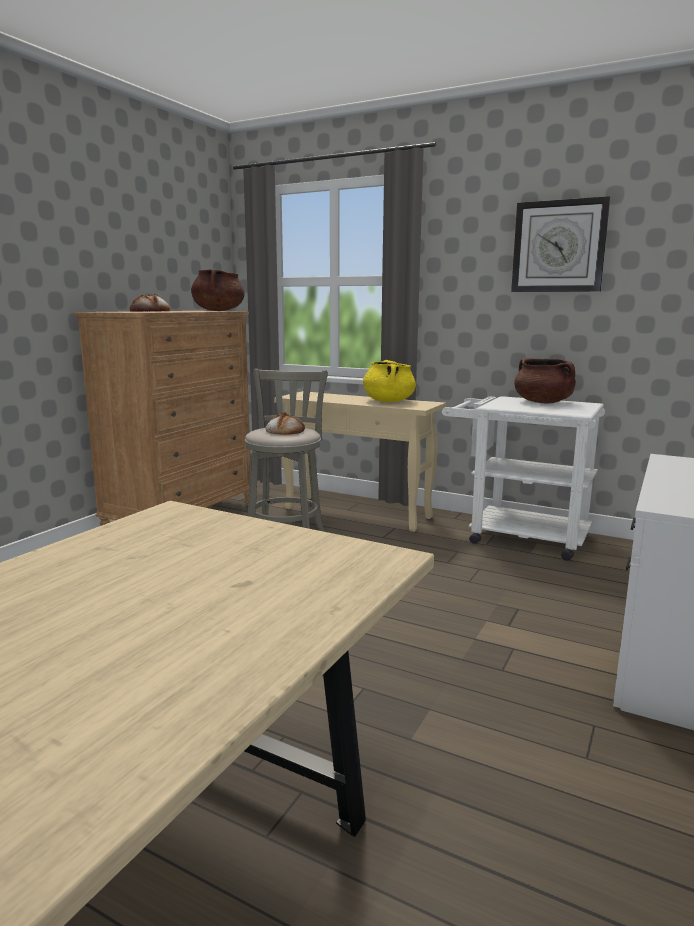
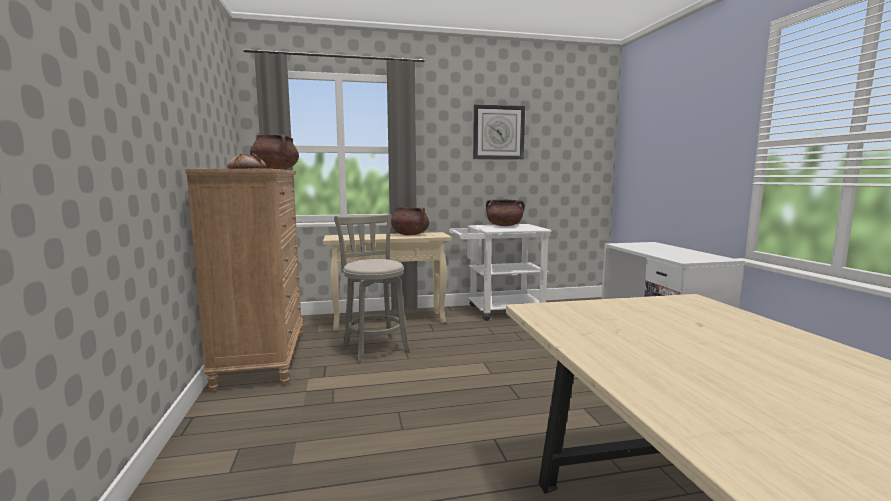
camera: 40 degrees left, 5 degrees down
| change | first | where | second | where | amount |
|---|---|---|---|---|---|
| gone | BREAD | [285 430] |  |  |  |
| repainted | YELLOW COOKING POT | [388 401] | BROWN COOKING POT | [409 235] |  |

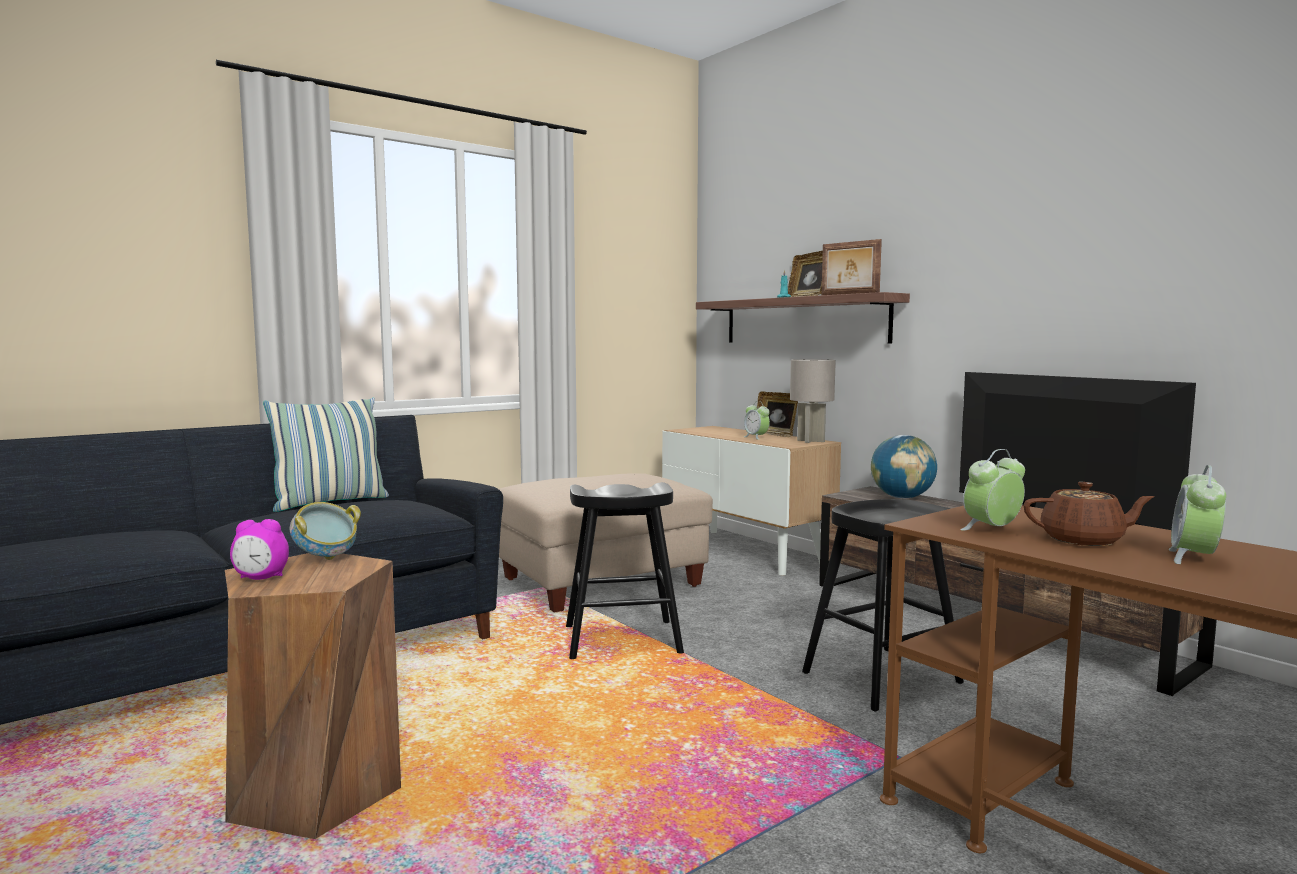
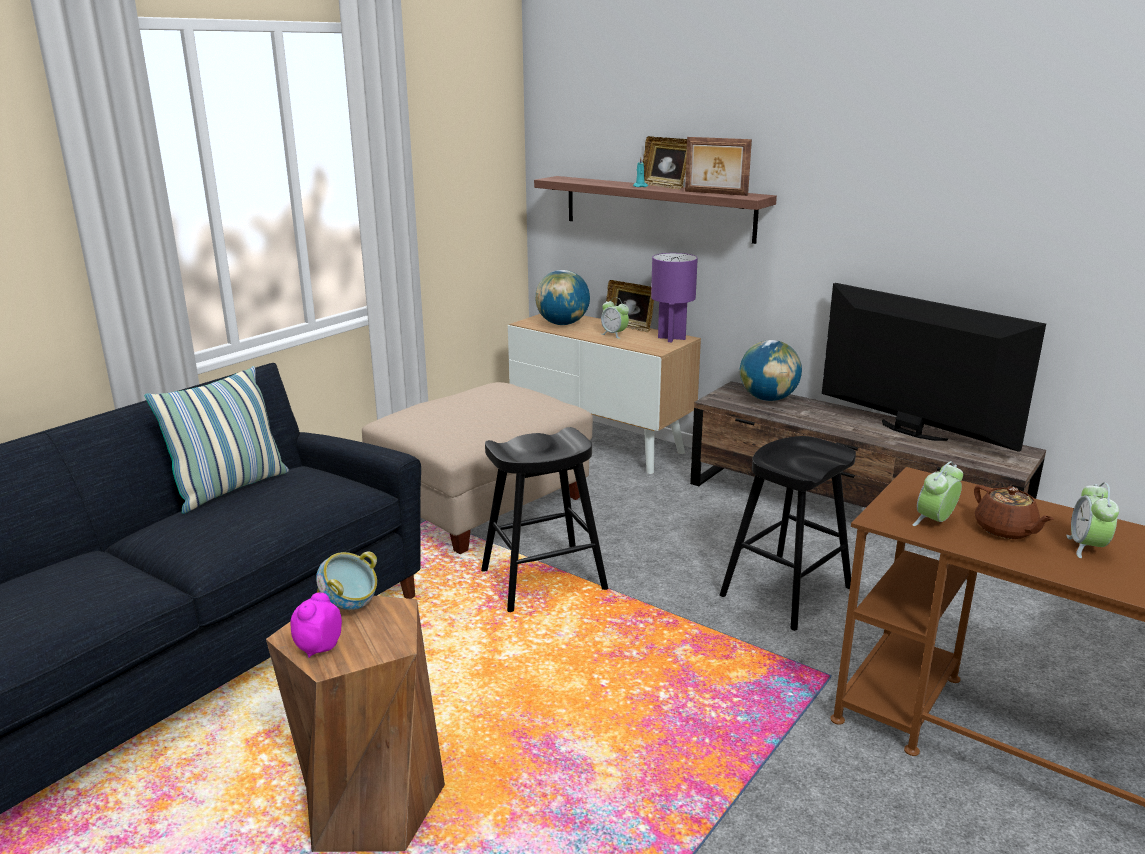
camera: 15 degrees left, 15 degrees up
| change | first | where | second | where | amount |
|---|---|---|---|---|---|
| new |  |  | GLOBE | [562 324] |  |
| repainted | GREY TABLE LAMP | [811 441] | PURPLE TABLE LAMP | [672 338] |  |
| rotated | ALARM CLOCK | [261 578] |  | [318 647] | 135 degrees clockwise |
| rotated | BROWN TEAPOT | [1084 540] |  | [1005 530] | 75 degrees clockwise |

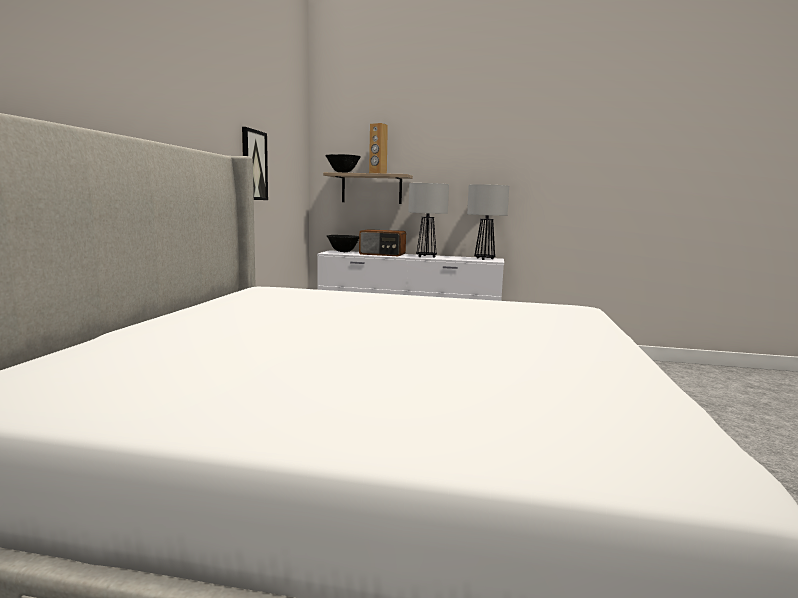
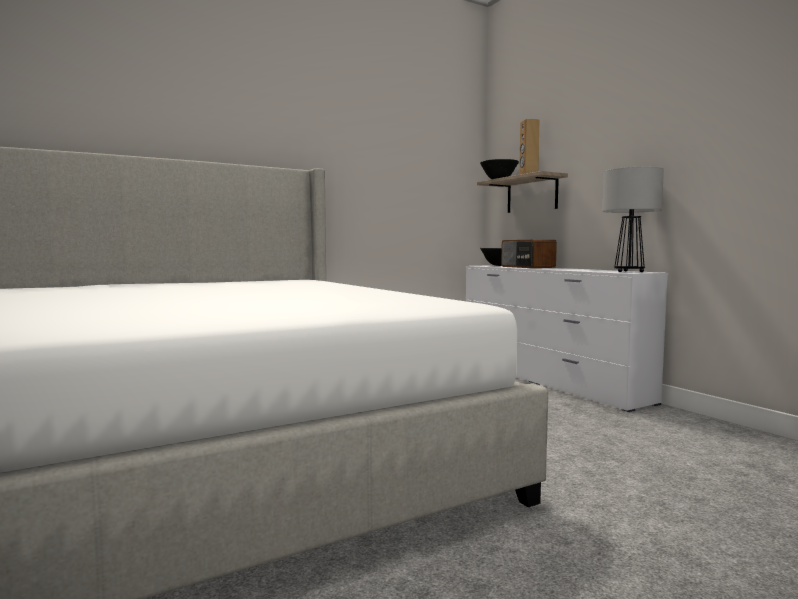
camera: 50 degrees right, 5 degrees down
| change | first | where | second | where | amount |
|---|---|---|---|---|---|
| gone | PICTURE | [253 165] |  |  |  |
| gone | TABLE LAMP | [426 256] |  |  |  |

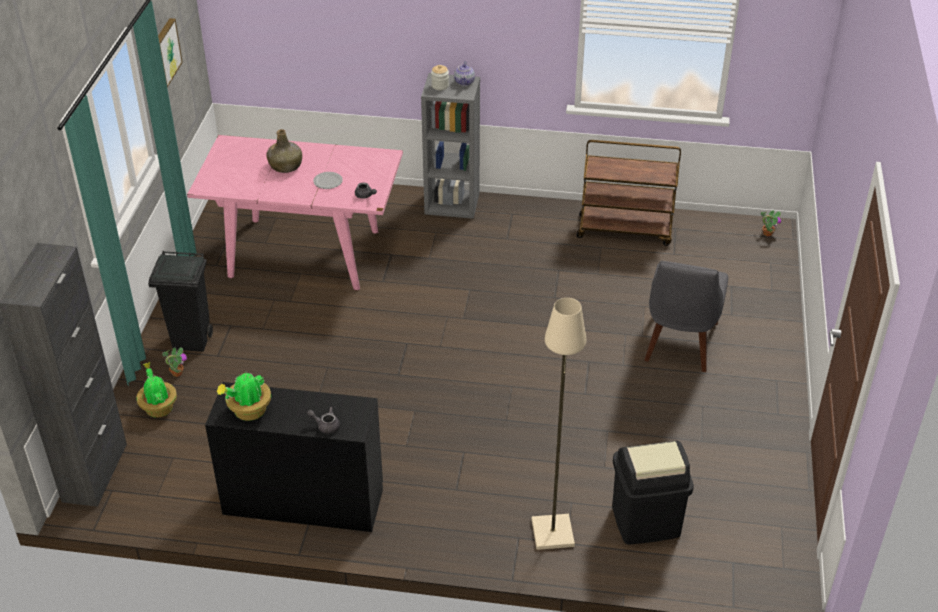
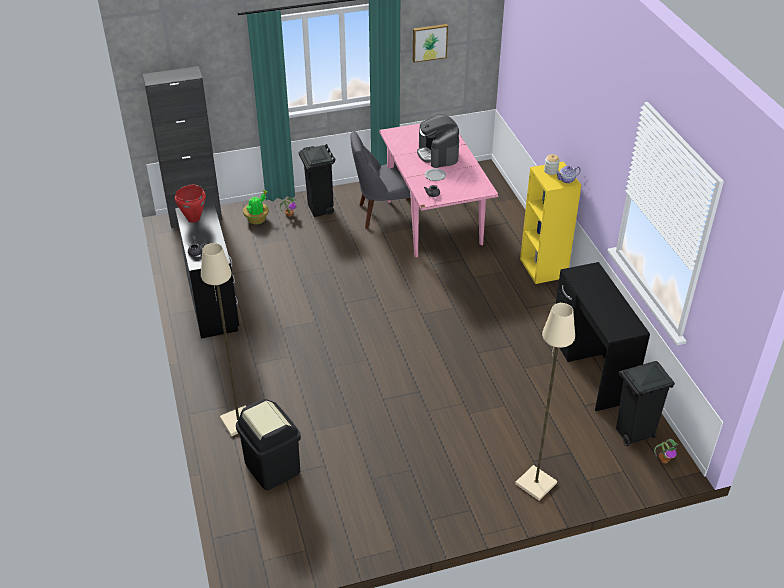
camera: 65 degrees right, 0 degrees up
| change | first | where | second | where | amount |
|---|---|---|---|---|---|
| new |  |  | BEIGE FLOOR LAMP | [535 484] |  |
| new |  |  | BLACK TRASH CAN | [633 434] |  |
| shifted | GREY CHAIR | [679 344] |  | [384 214] |  |
| swapped | POTTED PLANT | [248 411] | RED COOKING POT | [193 219] |  |
| swapped | GREEN BOTTLE | [286 166] | COFFEE MACHINE | [438 154] |  |
| swapped | BROWN CART | [625 230] | BLACK DESK | [591 368] |  |
| repainted | GREY BOOKCASE | [452 203] | YELLOW BOOKCASE | [544 268] |  |

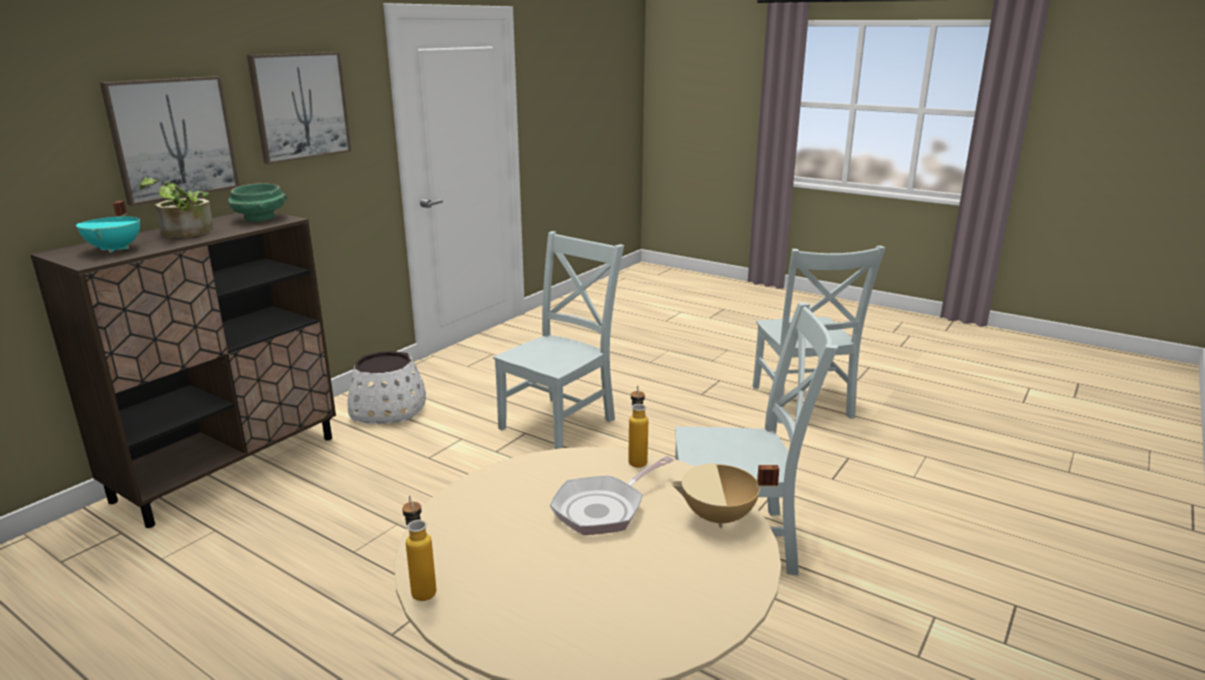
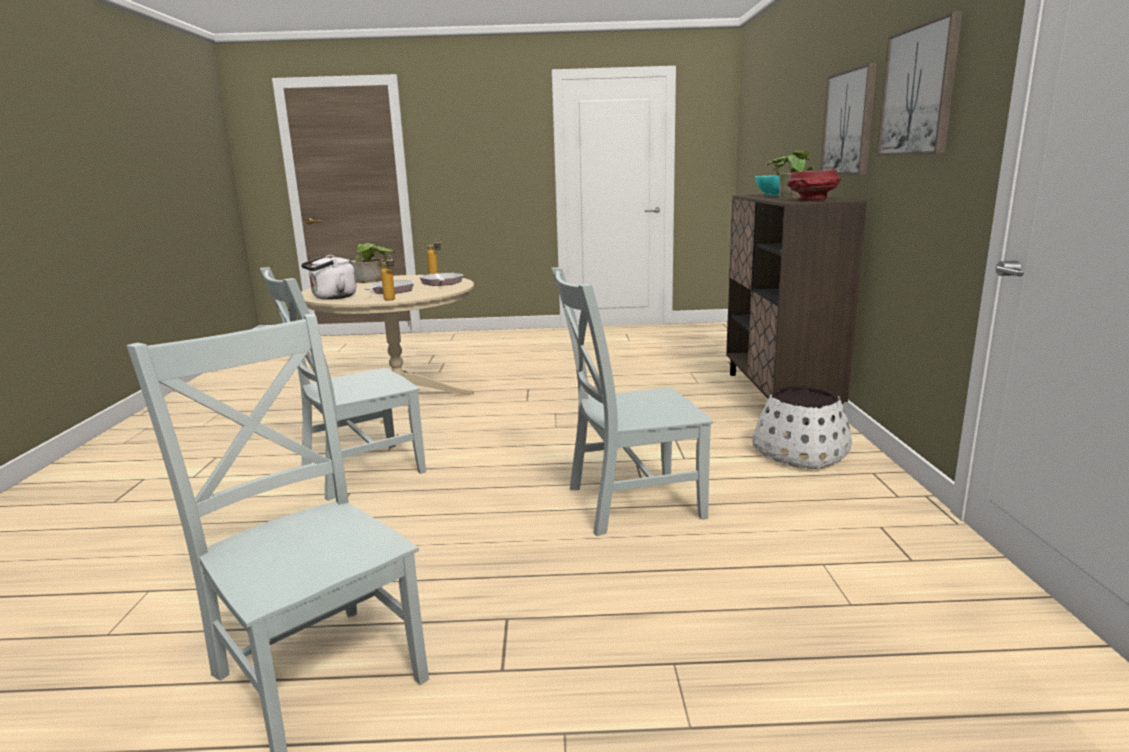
camera: 145 degrees right, 5 degrees down
| change | first | where | second | where | amount |
|---|---|---|---|---|---|
| new |  |  | POTTED PLANT | [373 280] |  |
| new |  |  | FRYING PAN | [442 283] |  |
| swapped | BEIGE COOKING POT | [719 518] | WHITE KETTLE | [332 297] |  |
| repainted | GREEN BOWL | [261 218] | RED BOWL | [812 200] |  |
| rotated | GREY CHAIR | [560 422] |  | [628 503] | 75 degrees clockwise |

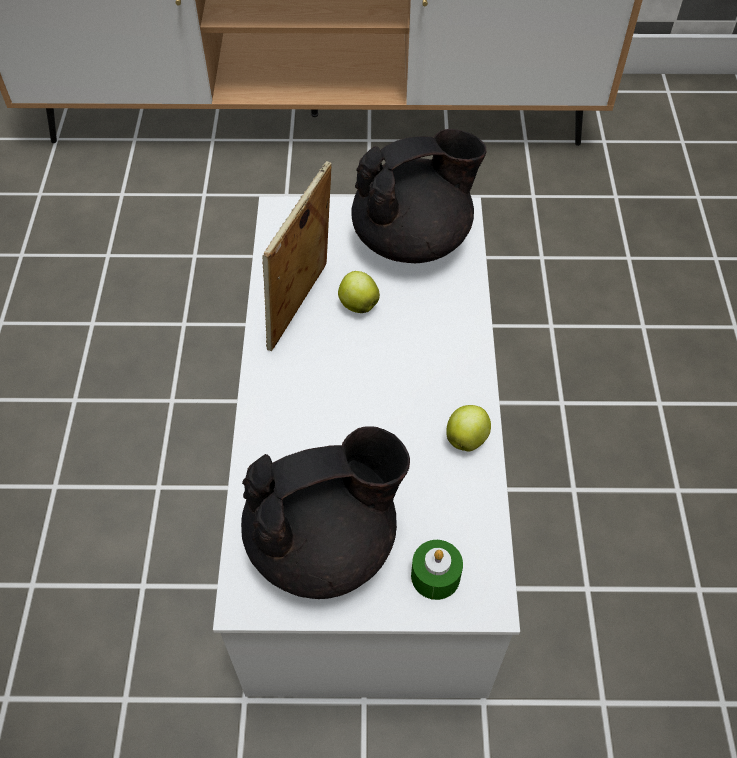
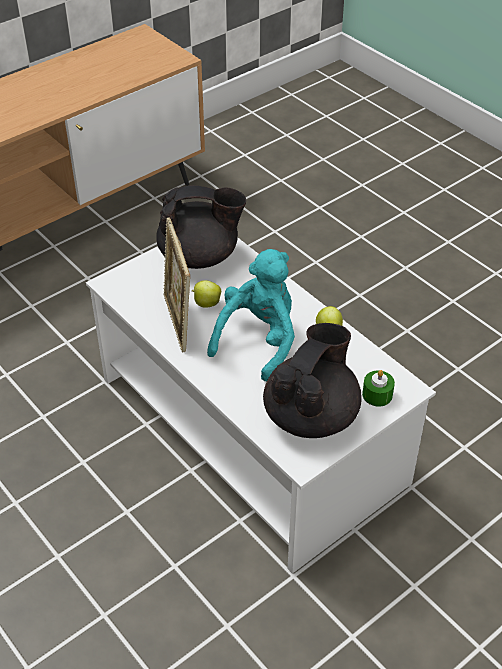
camera: 40 degrees left, 10 degrees down
| change | first | where | second | where | amount |
|---|---|---|---|---|---|
| new |  |  | TURQUOISE PLUSH TOY | [258 340] |  |
| rotated | BLACK TEAPOT | [413 239] |  | [200 256] | 60 degrees clockwise |

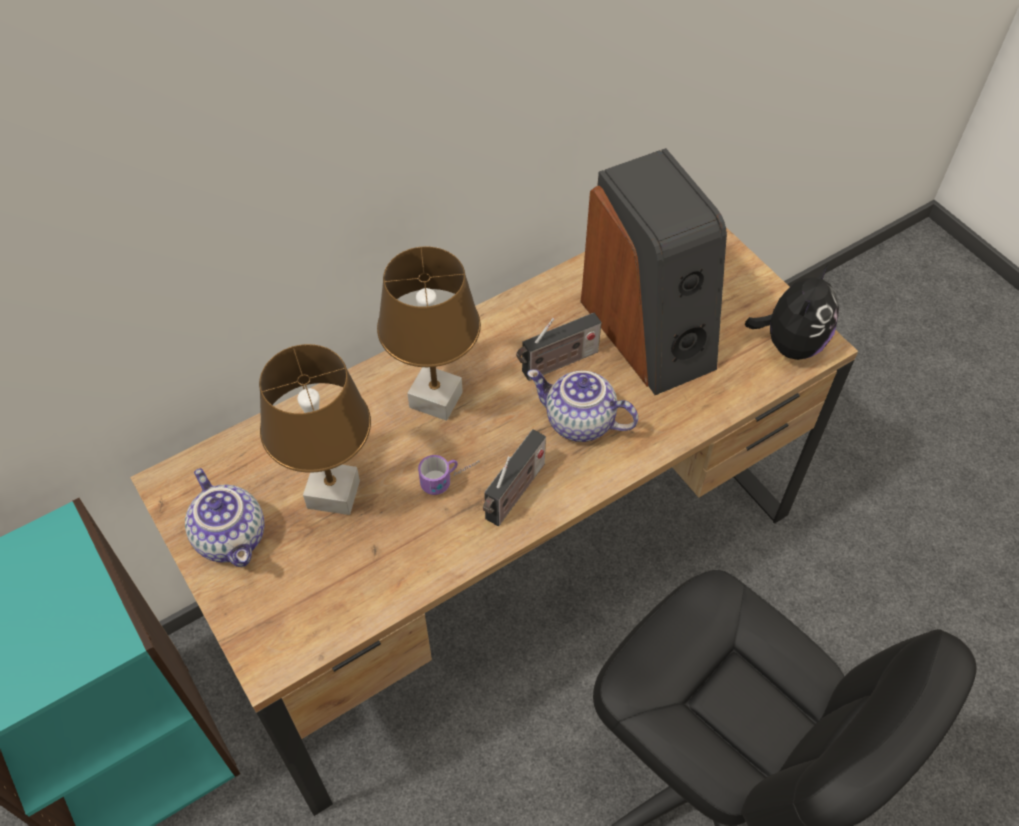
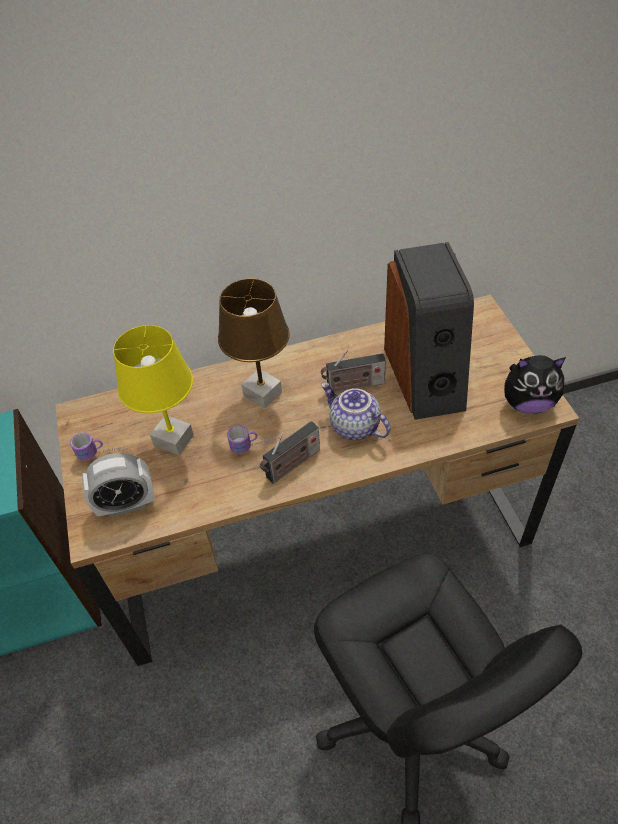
camera: 20 degrees right, 5 degrees down
| change | first | where | second | where | amount |
|---|---|---|---|---|---|
| new |  |  | ALARM CLOCK | [127 504] |  |
| swapped | TEAPOT | [233 537] | MUG | [101 454] |  |
| repainted | BROWN TABLE LAMP | [332 495] | YELLOW TABLE LAMP | [173 440] |  |
| rotated | PLUSH TOY | [790 343] |  | [527 403] | 45 degrees clockwise |

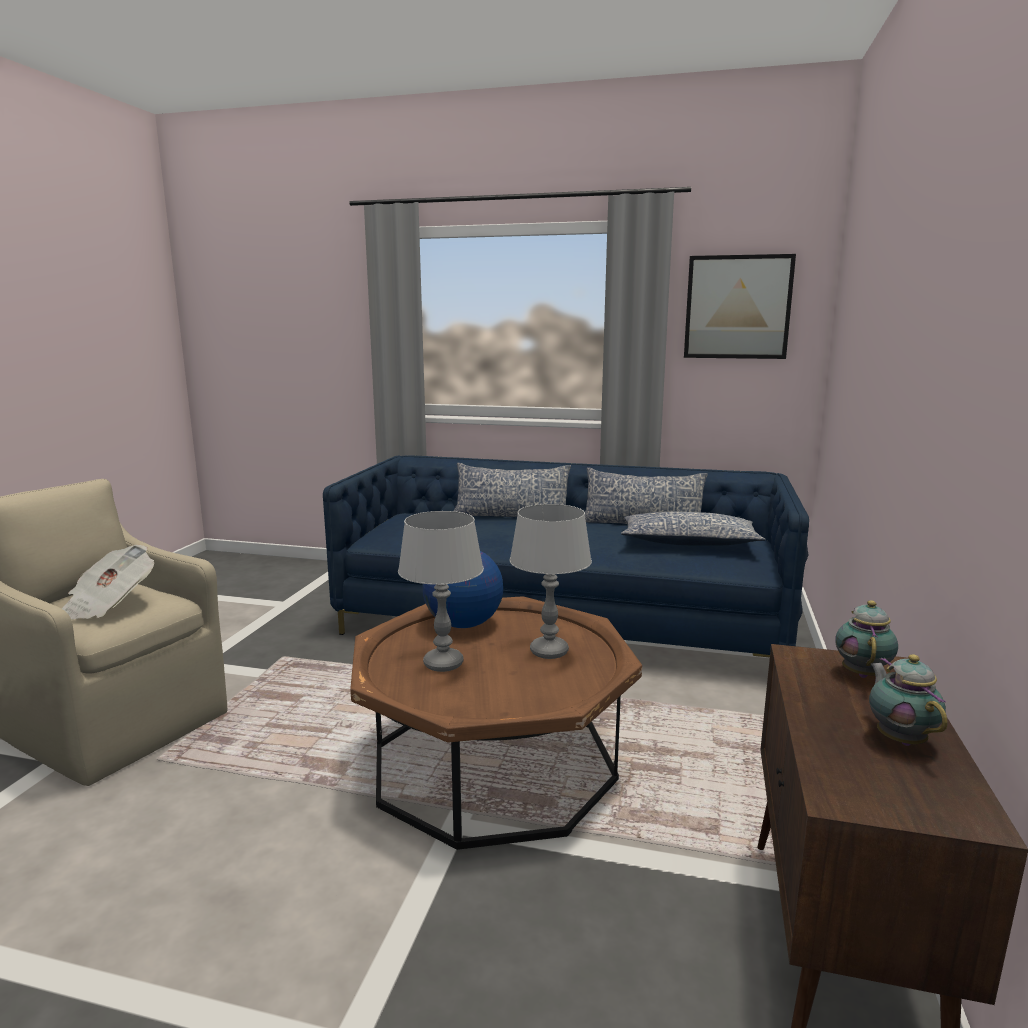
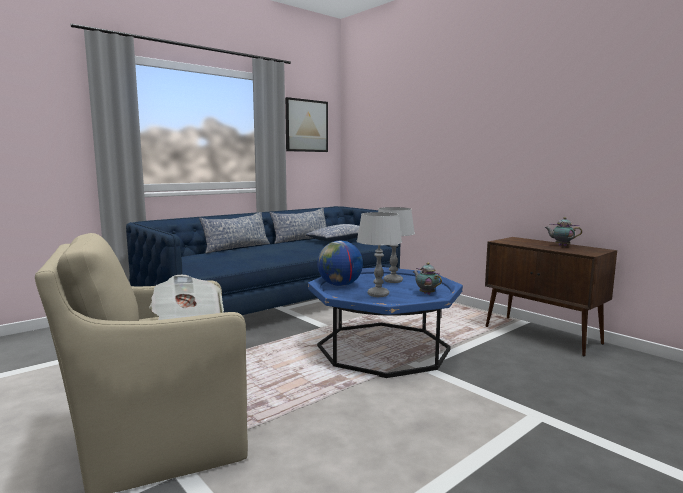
camera: 55 degrees left, 5 degrees down
| change | first | where | second | where | amount |
|---|---|---|---|---|---|
| shifted | TEAPOT | [862 673] |  | [426 293] |  |
| repainted | BROWN COFFEE TABLE | [493 764] | BLUE COFFEE TABLE | [383 348] |  |

